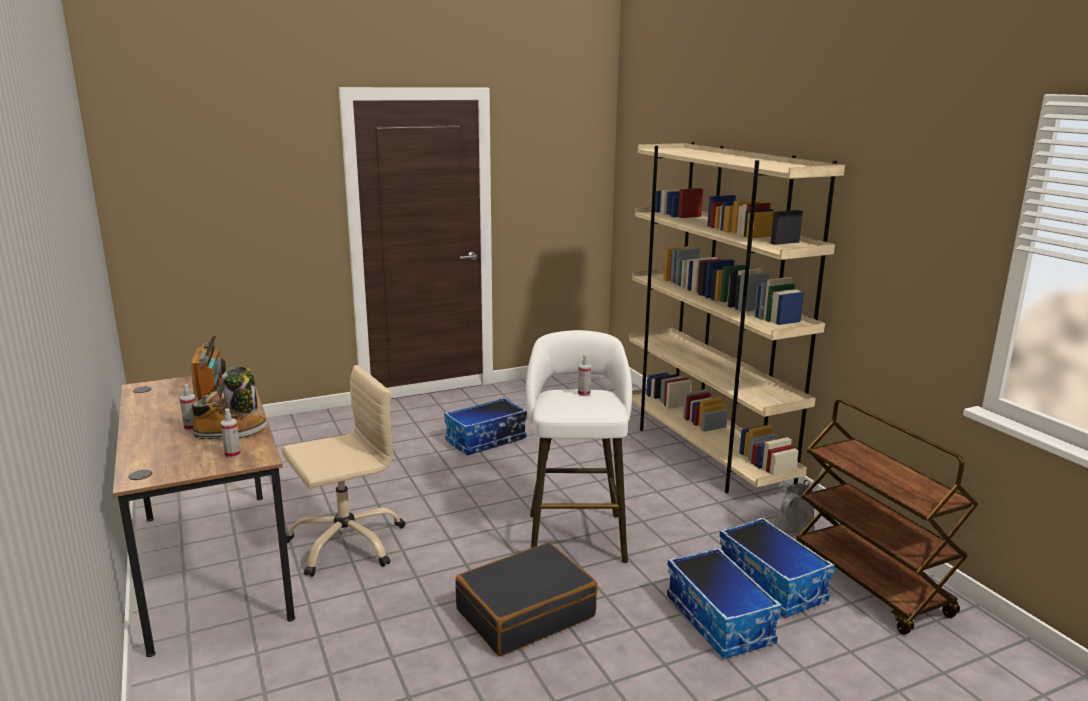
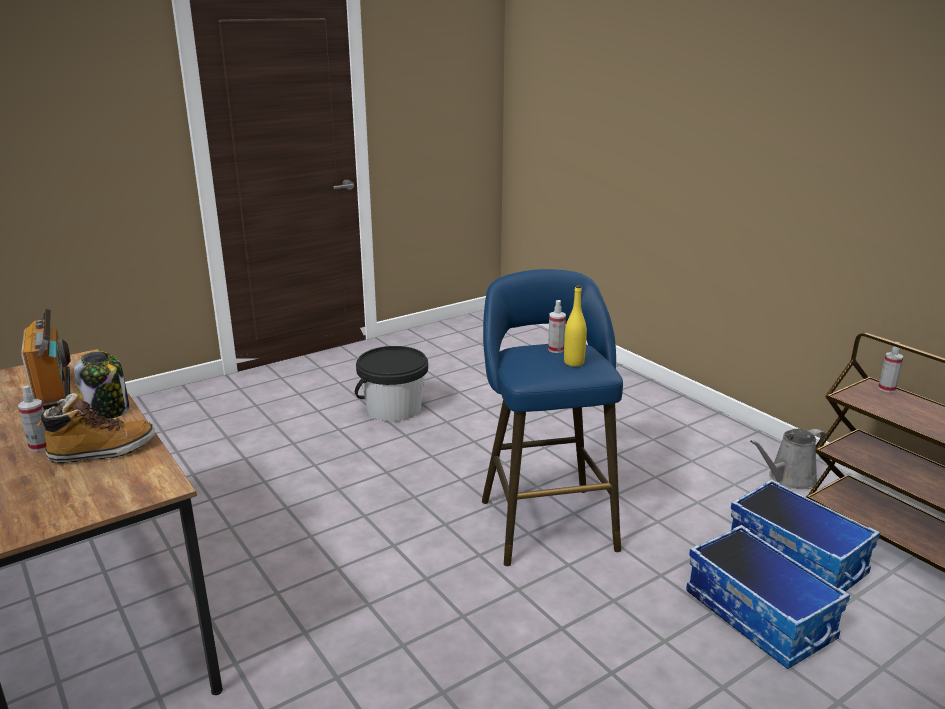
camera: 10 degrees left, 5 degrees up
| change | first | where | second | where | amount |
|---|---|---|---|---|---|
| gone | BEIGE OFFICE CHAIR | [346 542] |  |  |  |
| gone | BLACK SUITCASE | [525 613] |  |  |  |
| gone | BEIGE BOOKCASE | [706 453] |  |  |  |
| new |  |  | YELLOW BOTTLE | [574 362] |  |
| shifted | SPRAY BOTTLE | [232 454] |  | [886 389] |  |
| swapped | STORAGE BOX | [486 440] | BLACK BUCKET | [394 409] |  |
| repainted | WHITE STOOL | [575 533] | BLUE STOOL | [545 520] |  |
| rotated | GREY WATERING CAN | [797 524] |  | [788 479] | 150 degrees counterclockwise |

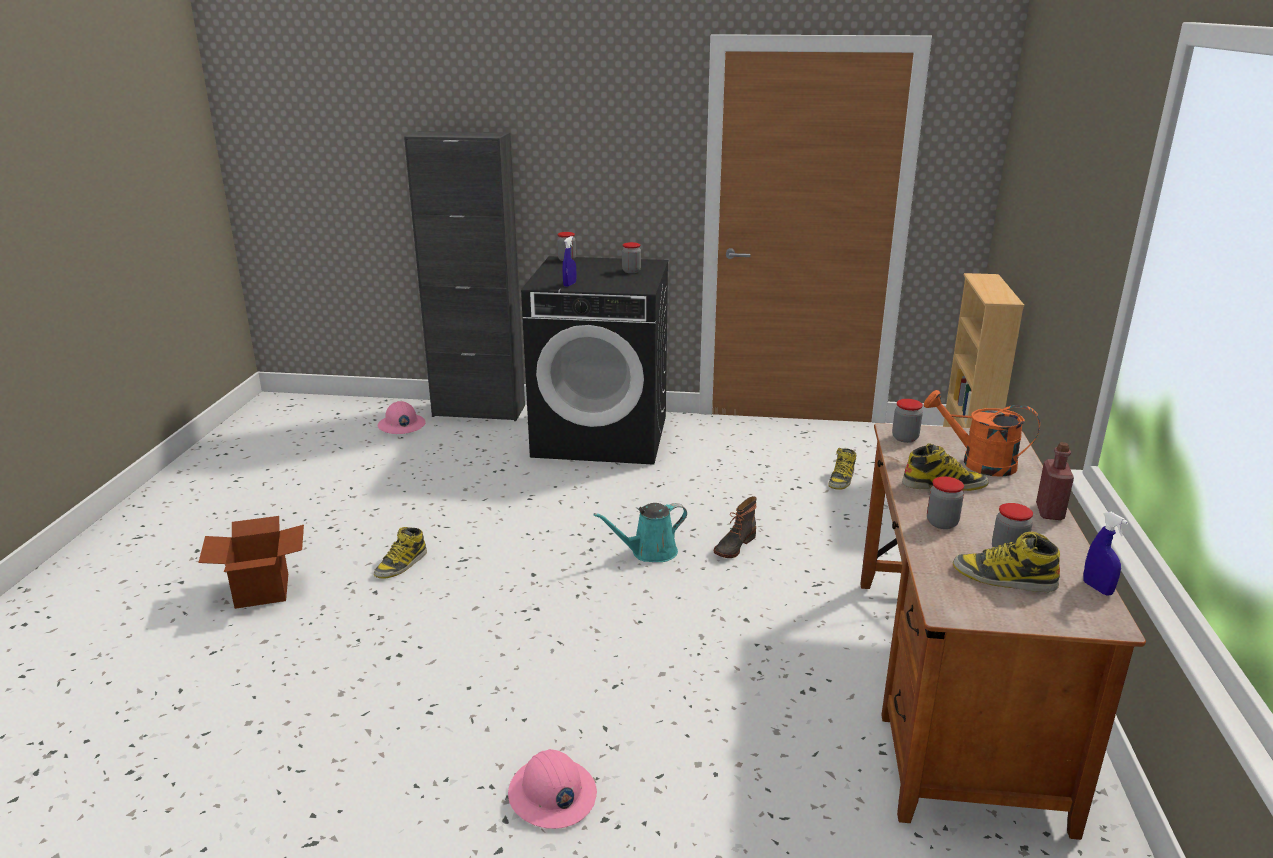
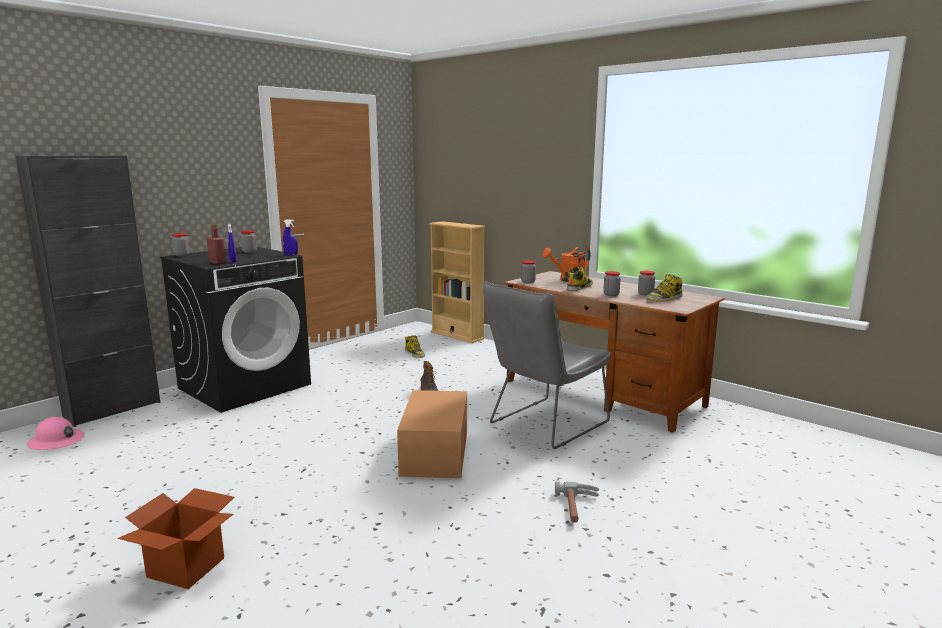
camera: 55 degrees left, 10 degrees down
| change | first | where | second | where | amount |
|---|---|---|---|---|---|
| gone | BOOT | [401 564] |  |  |  |
| gone | TURQUOISE WATERING CAN | [650 552] |  |  |  |
| new |  |  | CARDBOARD BOX | [435 452] |  |
| new |  |  | GREY CHAIR | [544 425] |  |
| shifted | RED BOTTLE | [1049 512] |  | [217 263] |  |
| shifted | BLUE SPRAY BOTTLE | [1097 588] |  | [291 254] |  |
| swapped | PINK HARD HAT | [552 795] | HAMMER | [578 508] |  |

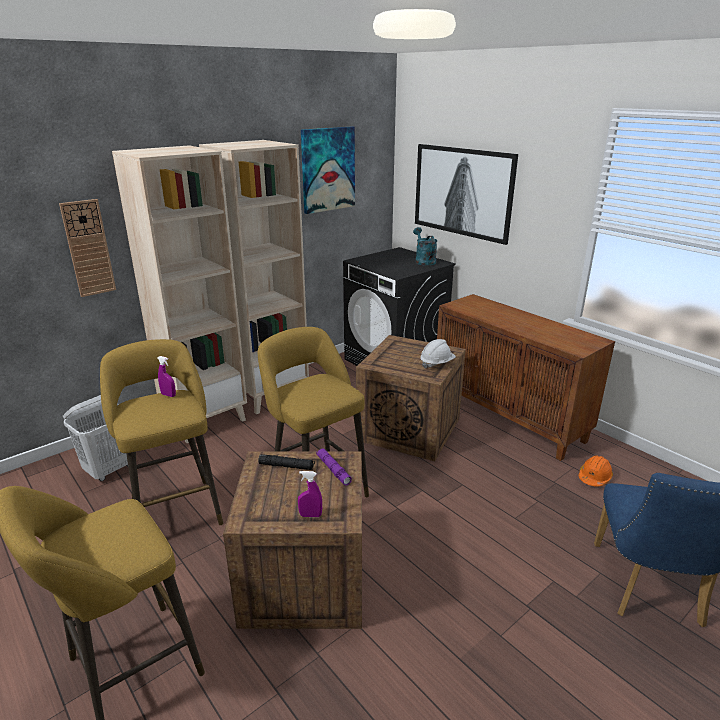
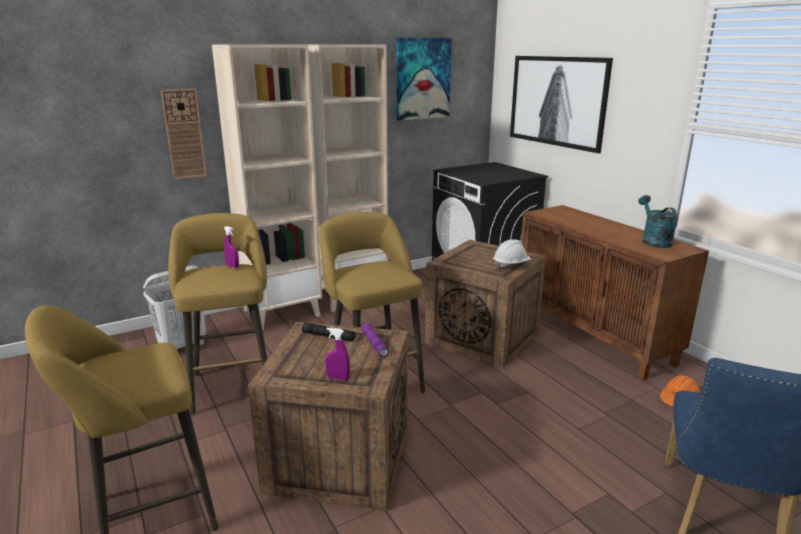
camera: 10 degrees right, 5 degrees down
| change | first | where | second | where | amount |
|---|---|---|---|---|---|
| shifted | TURQUOISE WATERING CAN | [423 261] |  | [653 240] |  |

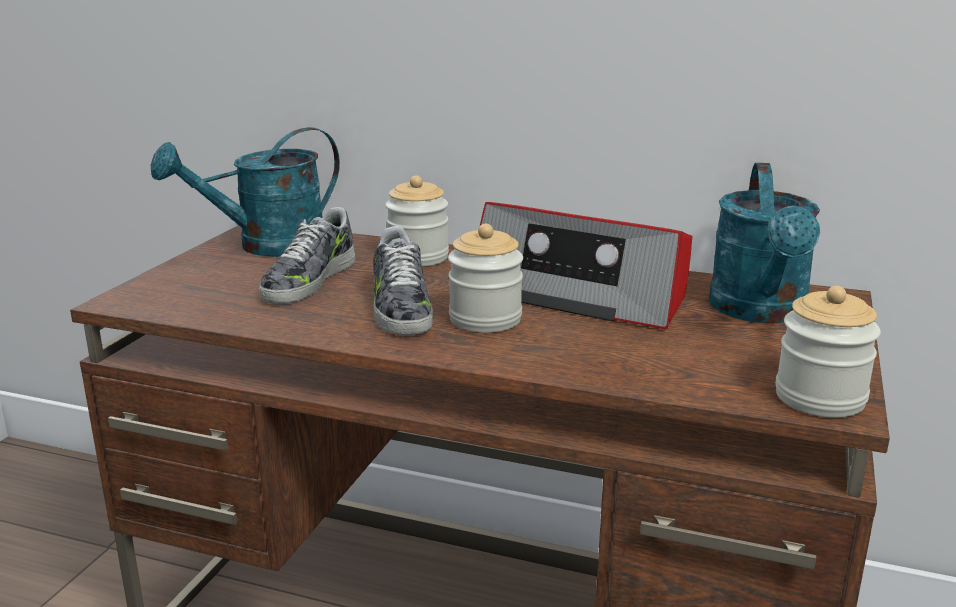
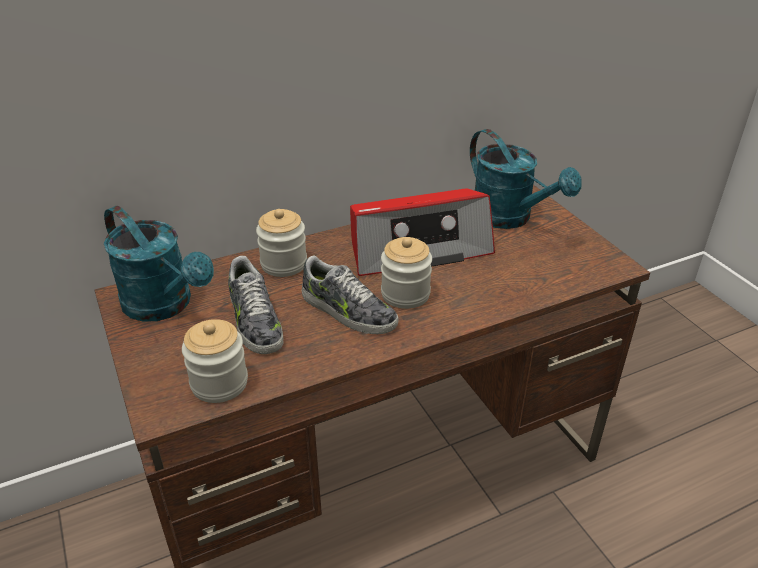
camera: 45 degrees left, 15 degrees up
| change | first | where | second | where | amount |
|---|---|---|---|---|---|
| shifted | JAR | [820 398] |  | [219 383] |  |
| rotated | TURQUOISE WATERING CAN | [267 246] |  | [165 305] | 60 degrees counterclockwise |

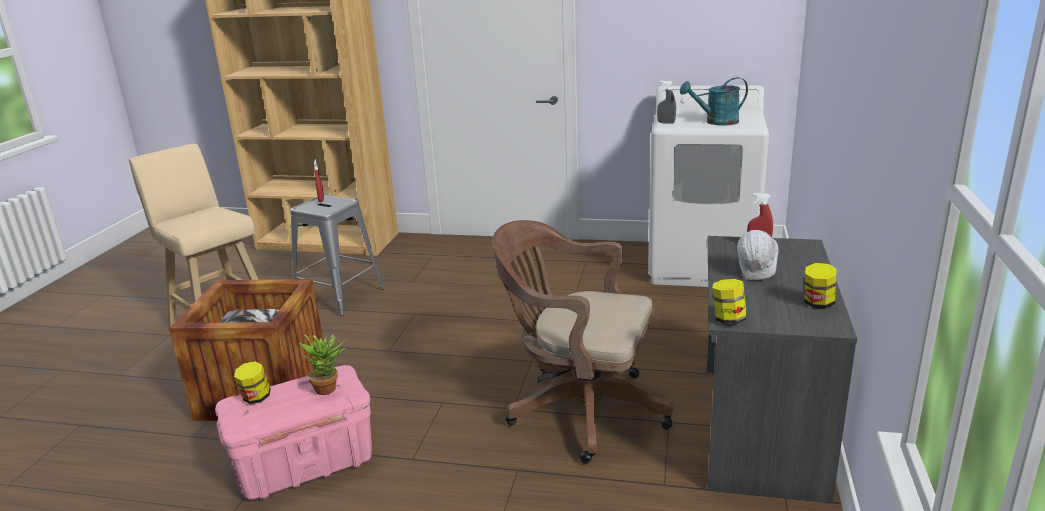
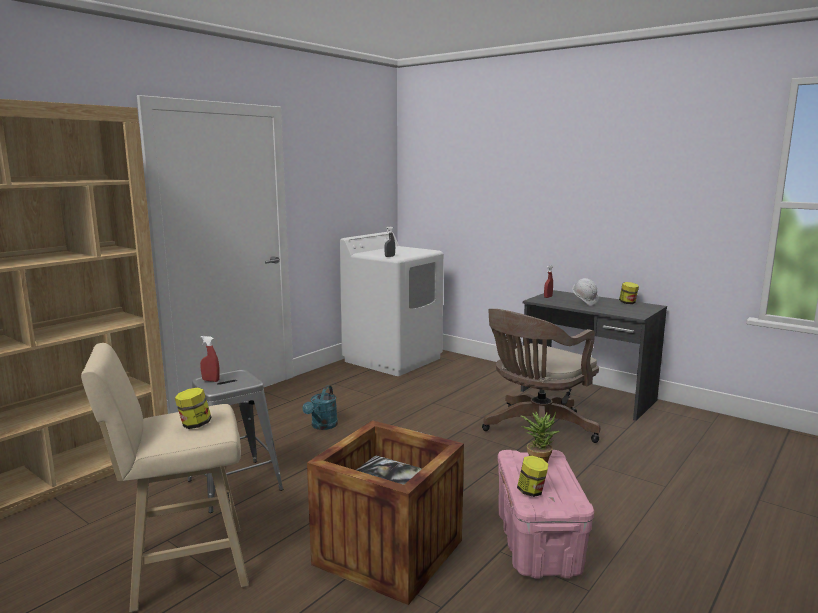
camera: 65 degrees left, 10 degrees down
| change | first | where | second | where | amount |
|---|---|---|---|---|---|
| shifted | TURQUOISE WATERING CAN | [716 122] |  | [322 426] |  |
| shifted | JAR | [728 319] |  | [194 425] |  |

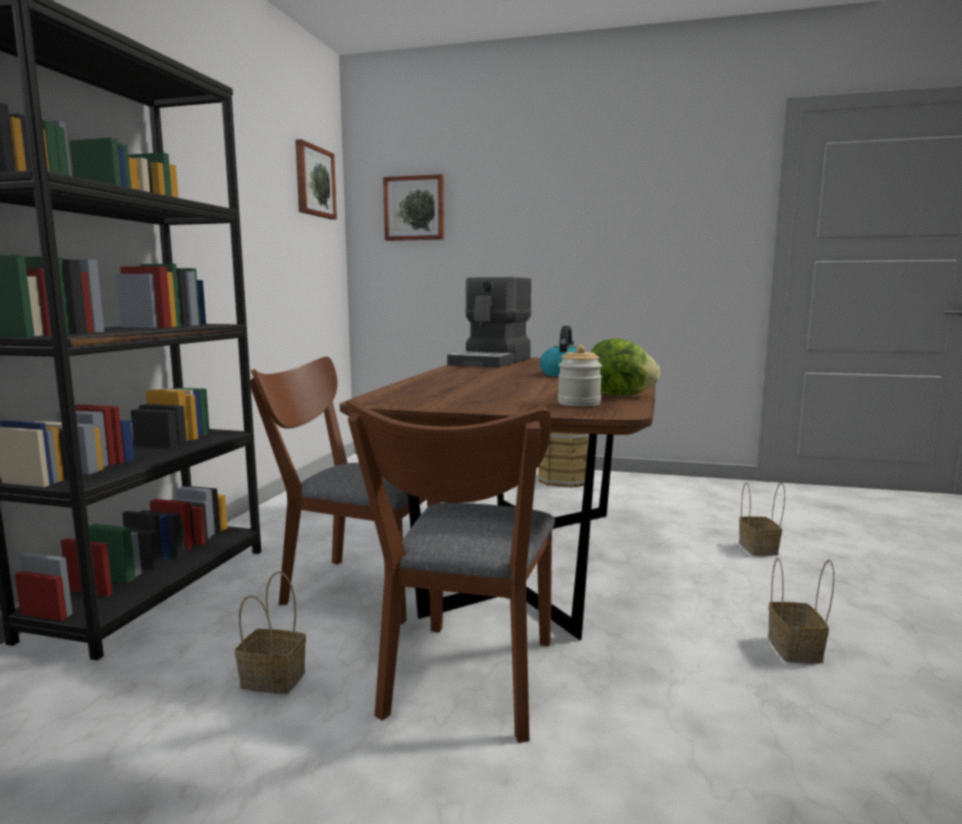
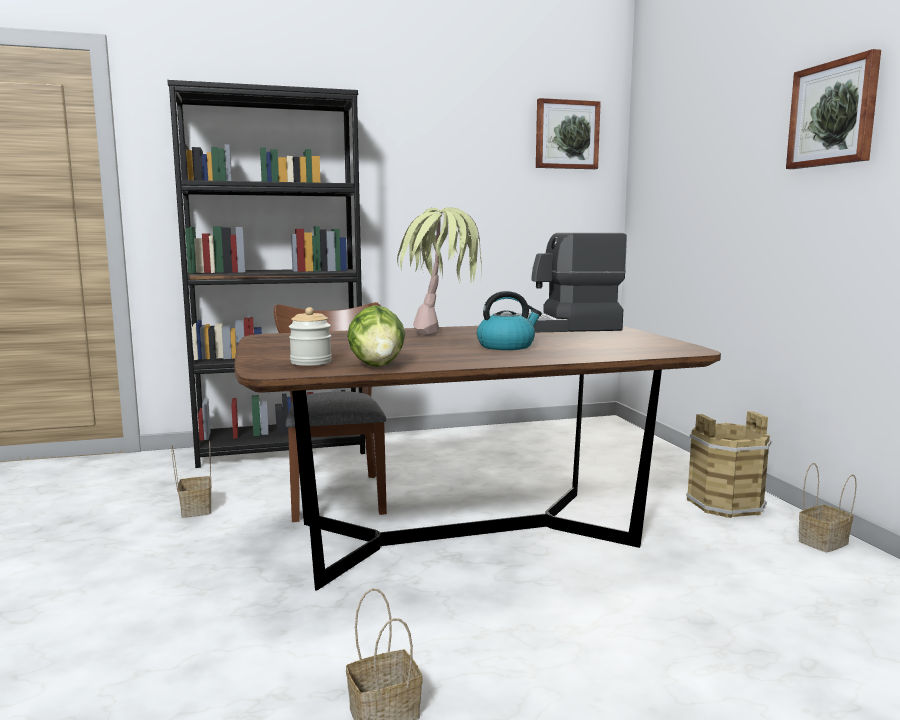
camera: 60 degrees right, 0 degrees up
| change | first | where | second | where | amount |
|---|---|---|---|---|---|
| gone | BROWN CHAIR | [467 686] |  |  |  |
| new |  |  | POTTED PLANT | [441 337] |  |
| shifted | PICTURE | [414 208] |  | [833 114] |  |
| shifted | BASKET | [759 549] |  | [823 543] |  |

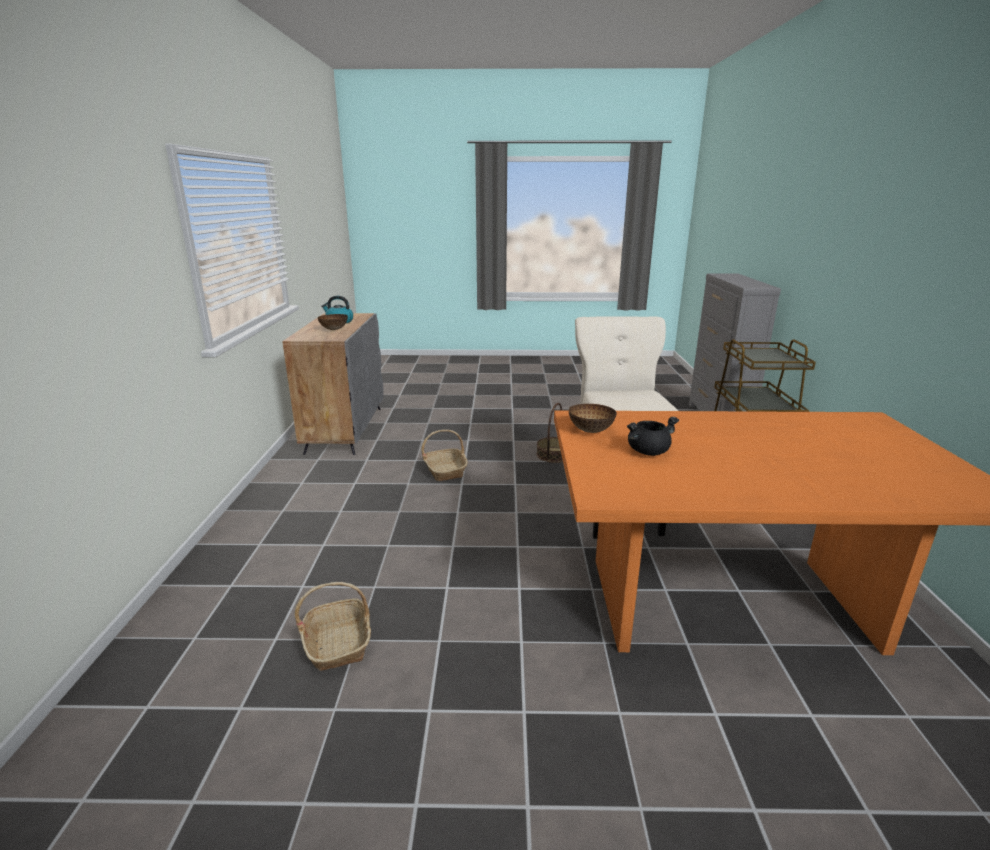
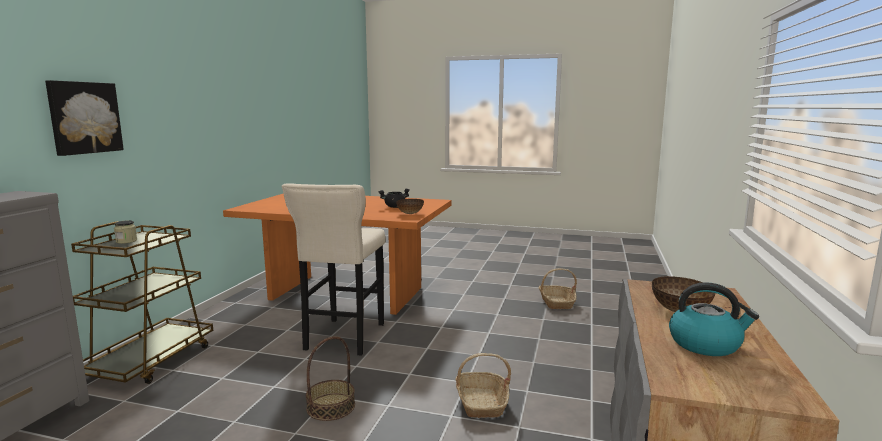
camera: 165 degrees left, 10 degrees down
| change | first | where | second | where | amount |
|---|---|---|---|---|---|
| new |  |  | PICTURE | [84 117] |  |
| new |  |  | JAR | [126 241] |  |

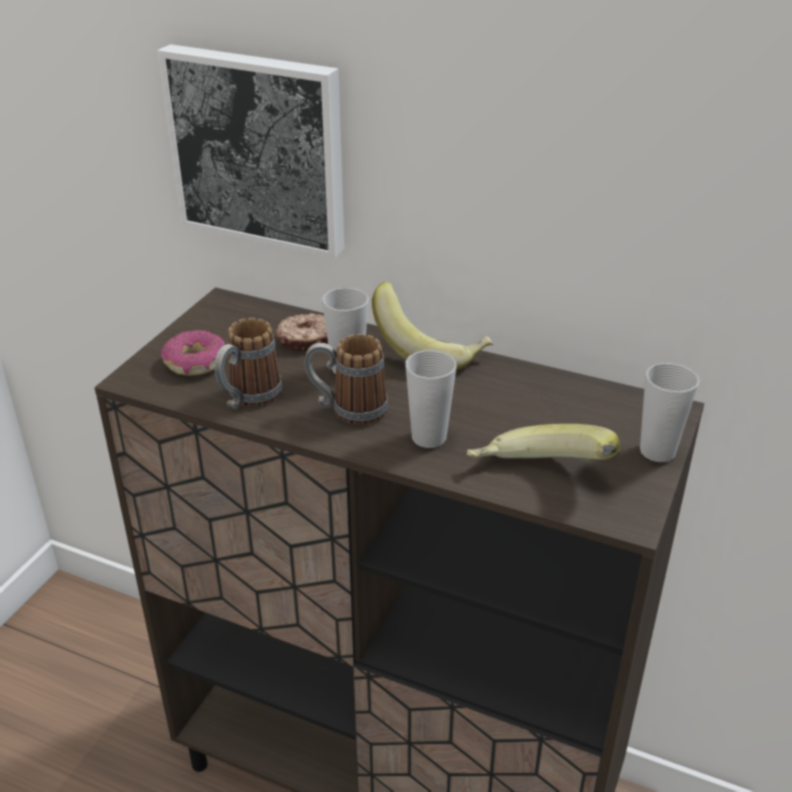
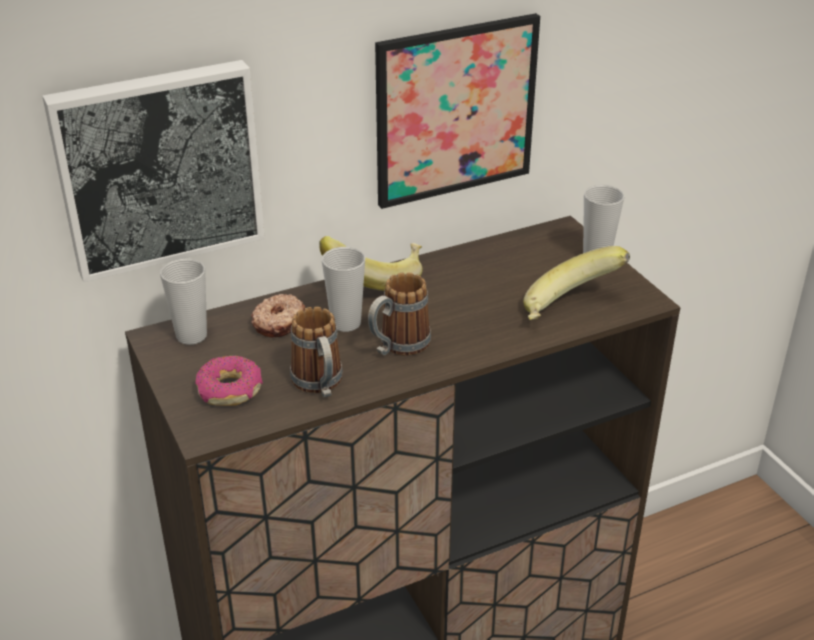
camera: 50 degrees left, 0 degrees up
| change | first | where | second | where | amount |
|---|---|---|---|---|---|
| new |  |  | PICTURE | [455 110] |  |
| shifted | CUP | [429 438] |  | [191 336] |  |

